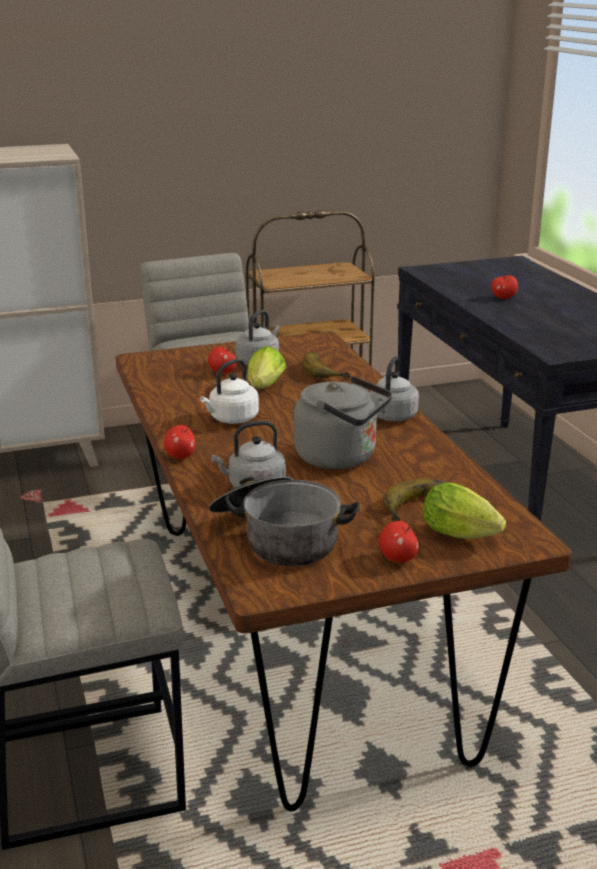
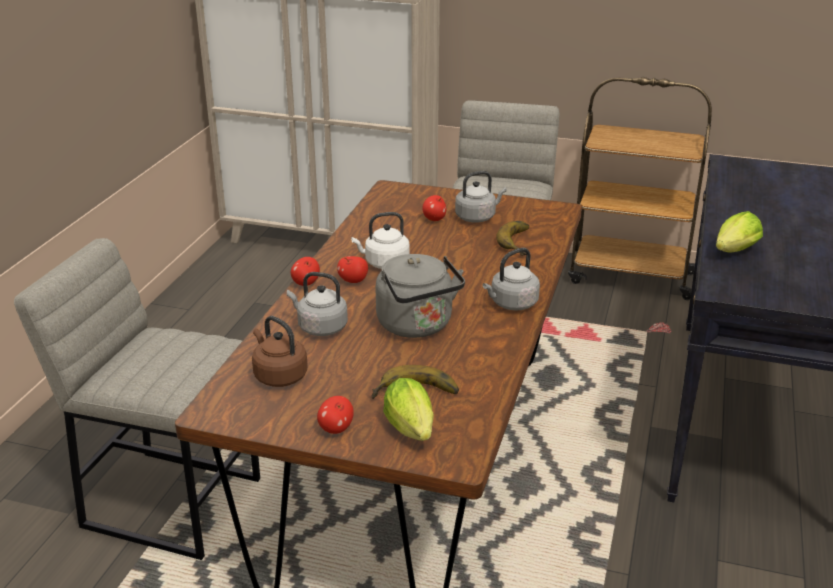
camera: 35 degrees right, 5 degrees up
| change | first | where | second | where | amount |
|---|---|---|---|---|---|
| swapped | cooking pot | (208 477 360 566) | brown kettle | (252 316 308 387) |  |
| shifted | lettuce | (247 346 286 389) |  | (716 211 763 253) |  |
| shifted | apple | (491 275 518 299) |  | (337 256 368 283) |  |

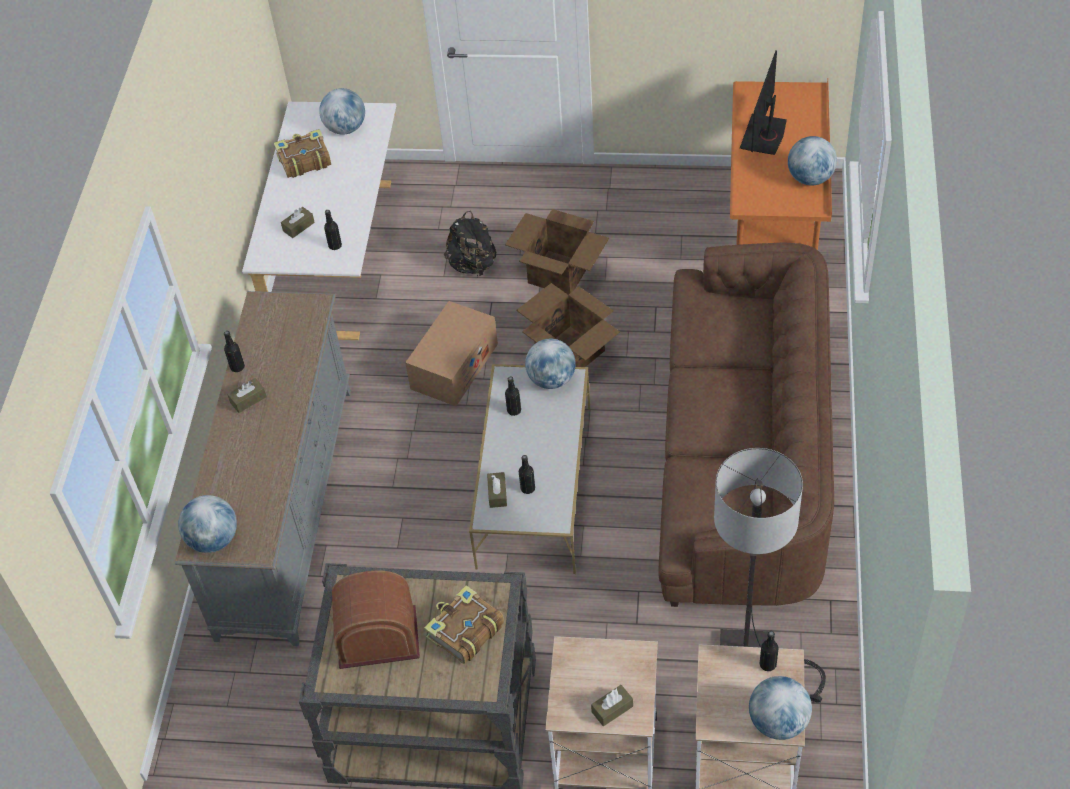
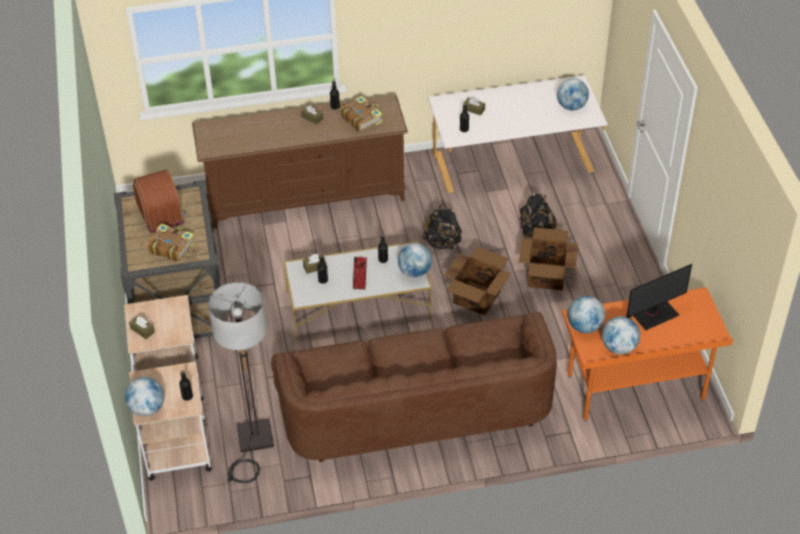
camera: 70 degrees right, 5 degrees down
| change | first | where | second | where | amount |
|---|---|---|---|---|---|
| repainted | grey cabinet | (175 291 351 646) | brown cabinet | (192 95 408 229) |  |
| shifted | globe | (178 495 237 553) |  | (567 296 605 333) |  |
| shifted | book | (274 129 331 178) |  | (340 96 383 132) |  |
| swapped | cardboard box | (405 301 498 406) | black backpack | (422 203 462 250) |  |
| rotated | monitor | (740 50 787 155) |  | (627 264 692 330) | 150 degrees clockwise |
| new |  |  | keyboard | (353 257 367 289) |  |

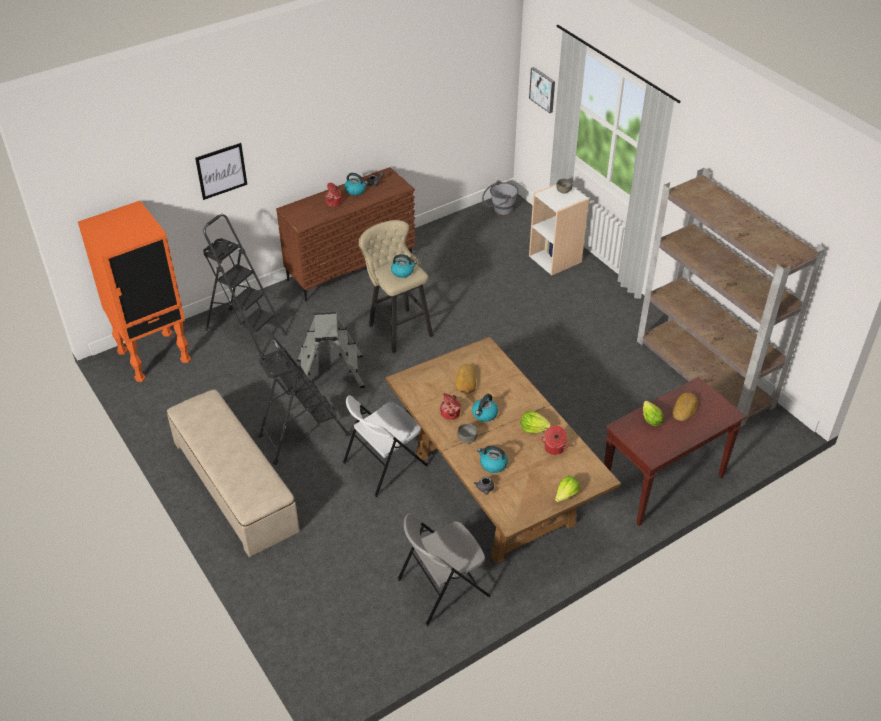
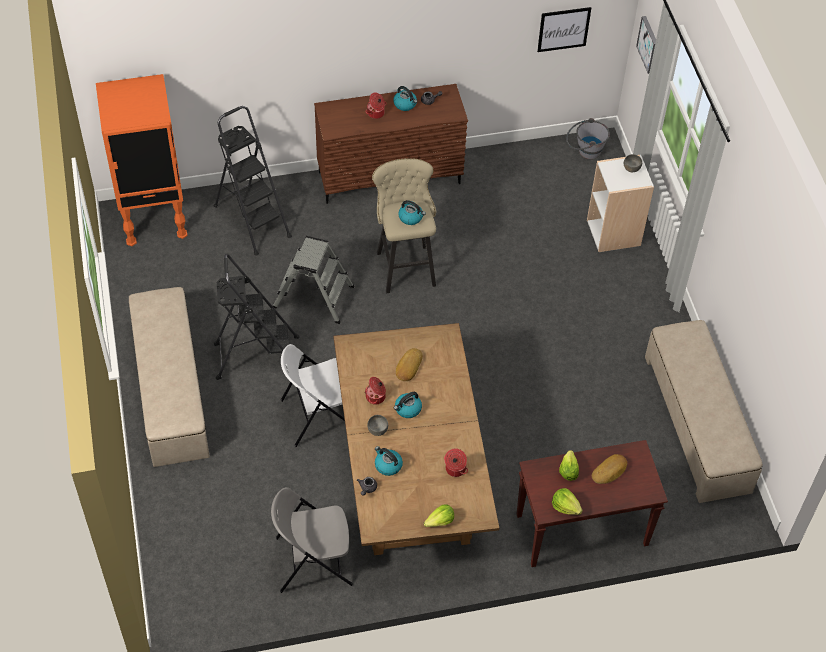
camera: 20 degrees right, 10 degrees up
| change | first | where | second | where | amount |
|---|---|---|---|---|---|
| shifted | picture | (195 143 247 200) |  | (537 7 591 52) |  |
| shifted | lettuce | (521 410 552 434) |  | (552 488 583 515) |  |
| swapped | brown bookcase | (637 168 825 426) | beige bench | (645 320 763 503) |  |

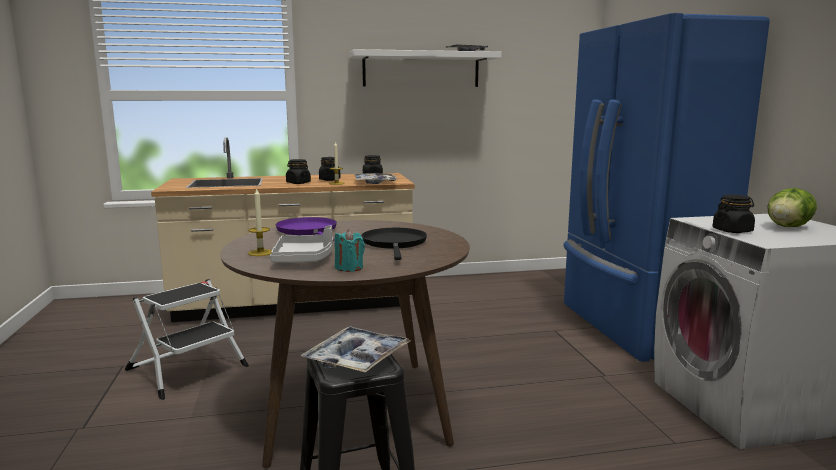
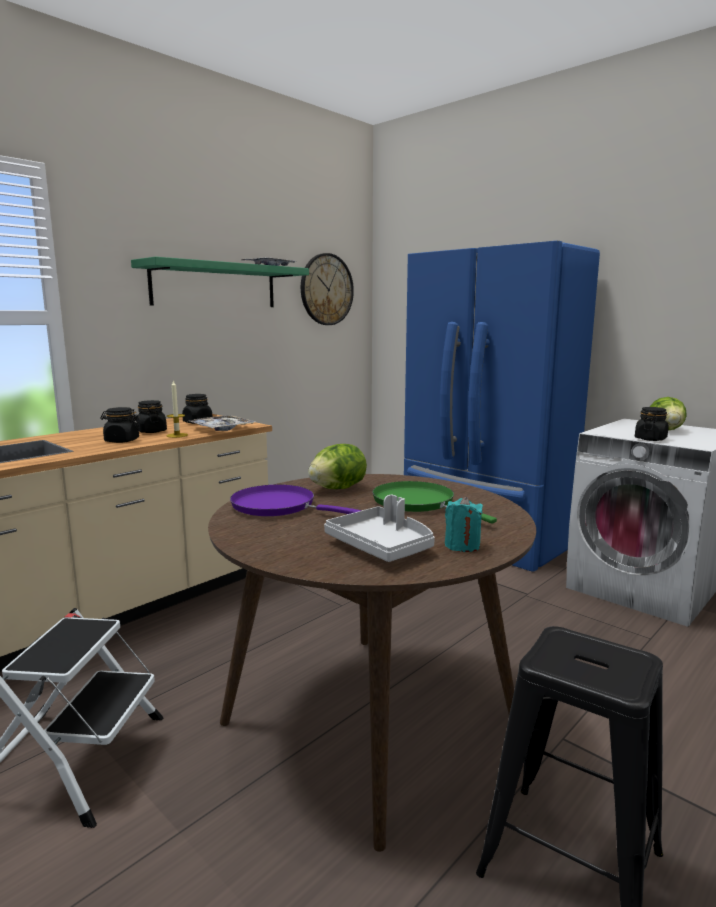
camera: 35 degrees left, 0 degrees up
| change | first | where | second | where | amount |
|---|---|---|---|---|---|
| gone | candle | (248 189 272 256) |  |  |  |
| gone | tray | (301 327 411 373) |  |  |  |
| repainted | white shelf | (350 49 502 87) | green shelf | (131 257 309 307) |  |
| repainted | black frying pan | (361 228 427 260) | green frying pan | (372 481 497 524) |  |
| new |  |  | wall clock | (301 253 354 325) |  |
| new |  |  | lettuce | (308 444 367 489) |  |

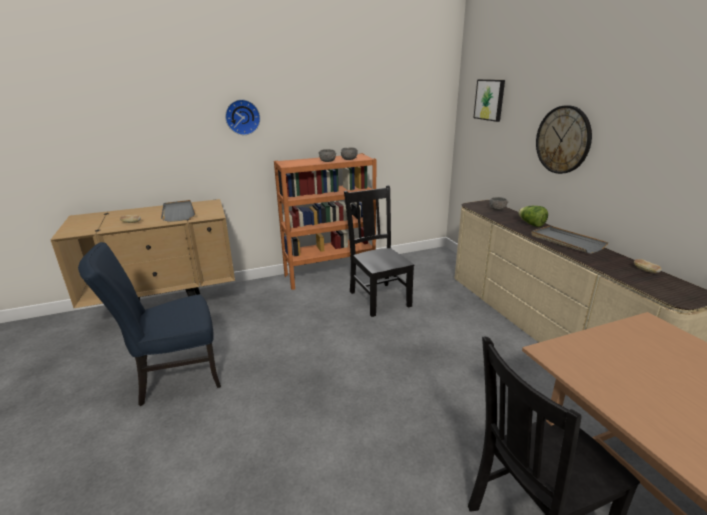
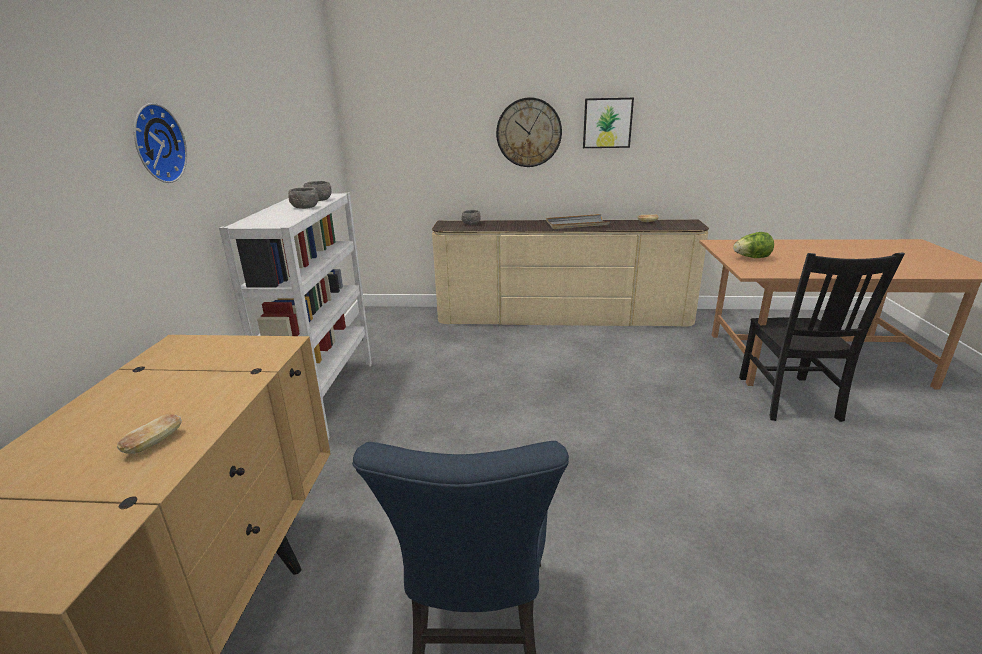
camera: 65 degrees left, 0 degrees up
| change | first | where | second | where | amount |
|---|---|---|---|---|---|
| gone | grey tray | (161 200 196 222) |  |  |  |
| repainted | orange bookcase | (274 153 377 290) | white bookcase | (219 193 372 439) |  |
| gone | black chair | (344 185 414 317) |  |  |  |
| shifted | picture | (474 79 505 122) |  | (583 97 634 148) |  |
| shifted | lettuce | (518 206 548 227) |  | (733 232 774 258) |  |

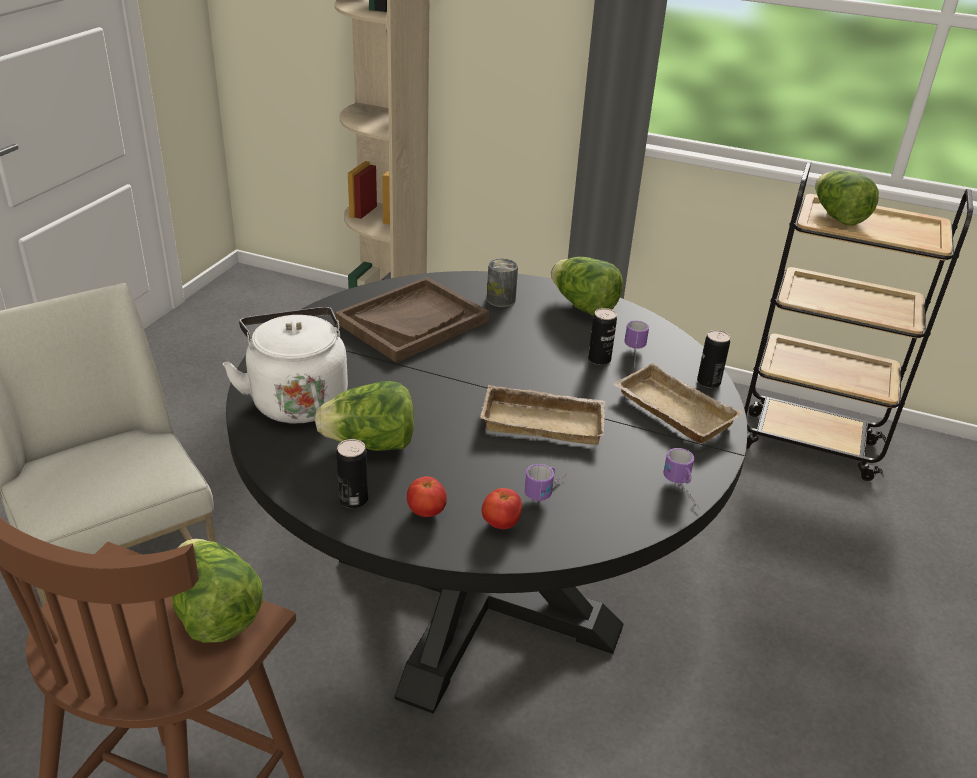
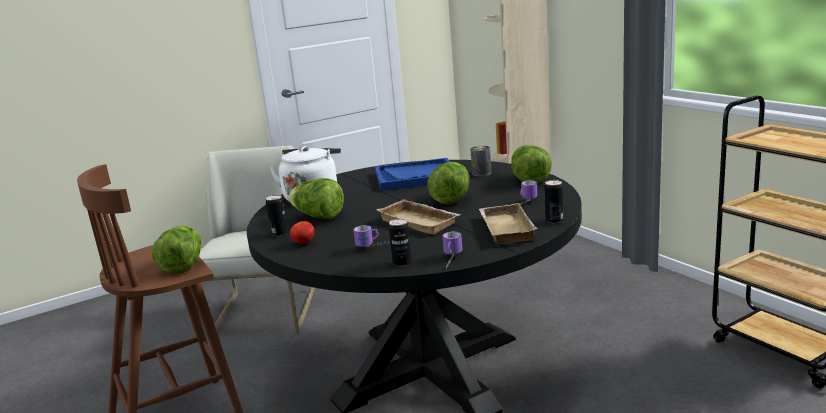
camera: 40 degrees right, 15 degrees down
| change | first | where | second | where | amount |
|---|---|---|---|---|---|
| repainted | brown tray | (335 277 489 363) | blue tray | (375 158 450 191) |  |
| gone | tomato | (482 488 522 529) |  |  |  |
| shifted | can | (588 308 617 365) |  | (389 219 412 267) |  |
| shifted | lettuce | (815 170 879 226) |  | (427 162 470 205) |  |

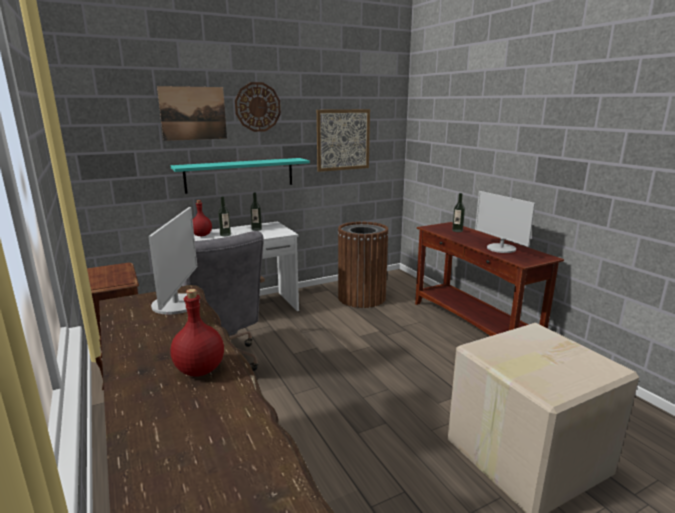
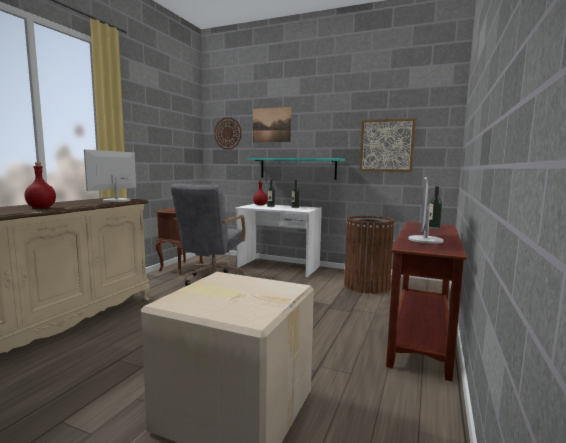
camera: 50 degrees right, 10 degrees down
| change | first | where | second | where | amount |
|---|---|---|---|---|---|
| rotated | monitor | (148 207 200 315) |  | (84 150 136 202) | 150 degrees clockwise |
| shifted | wall clock | (235 82 281 132) |  | (214 117 241 149) |  |

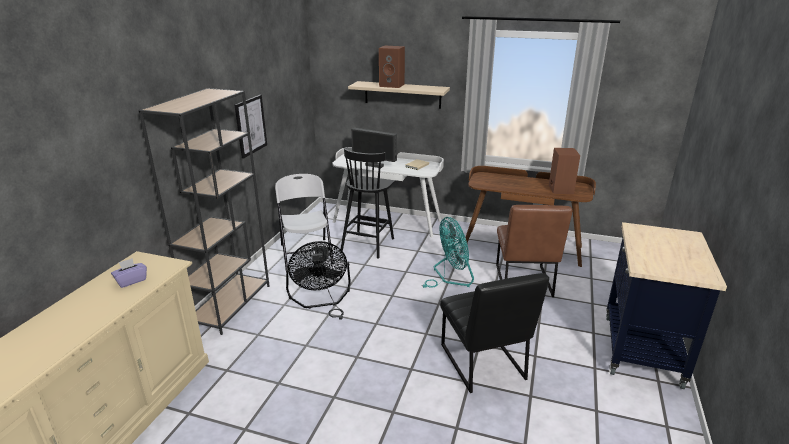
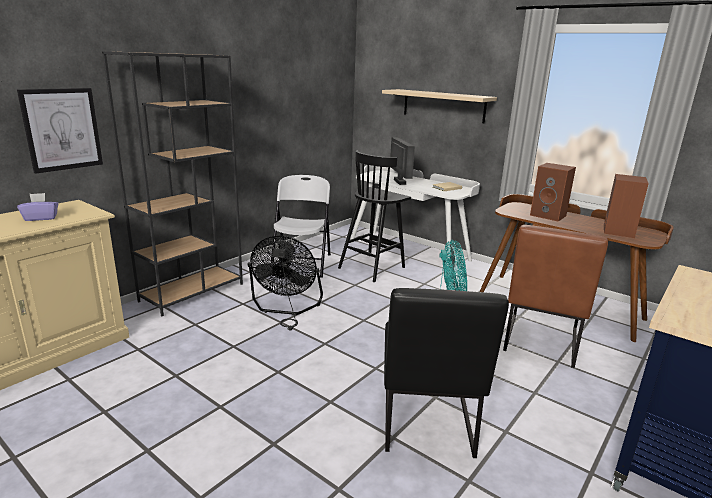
camera: 20 degrees right, 5 degrees down
| change | first | where | second | where | amount |
|---|---|---|---|---|---|
| shifted | picture | (235 95 267 159) |  | (17 88 103 174) |  |
| rotated | monitor | (351 128 397 168) |  | (390 137 415 185) | 150 degrees counterclockwise |
| shifted | brown speaker | (379 46 405 88) |  | (530 163 576 221) |  |

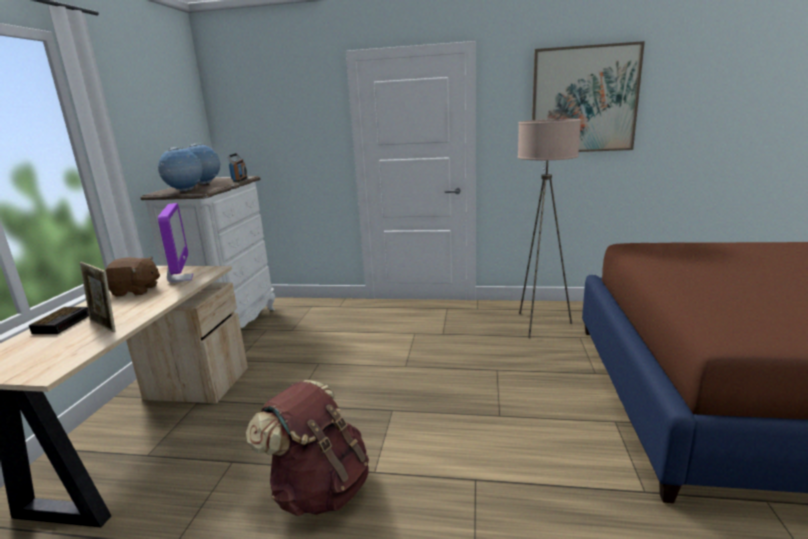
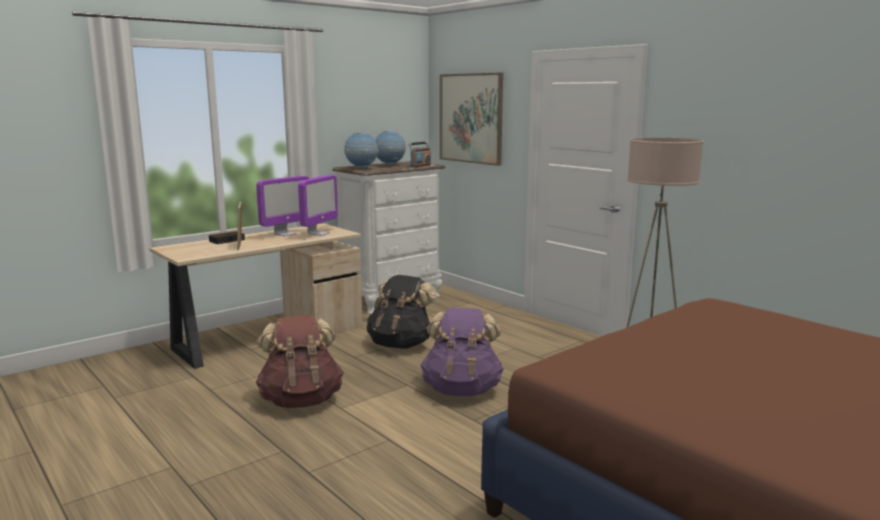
camera: 40 degrees right, 5 degrees down
| change | first | where | second | where | amount |
|---|---|---|---|---|---|
| swapped | brown plush toy | (105 257 160 297) | monitor | (256 176 309 237) |  |
| shifted | picture | (532 41 645 152) |  | (440 73 503 166) |  |
| new |  |  | black backpack | (367 275 437 349) |  |
| new |  |  | purple backpack | (421 308 504 396) |  |

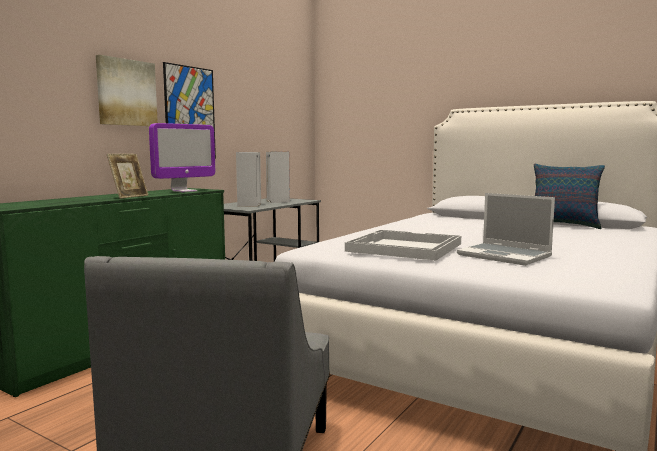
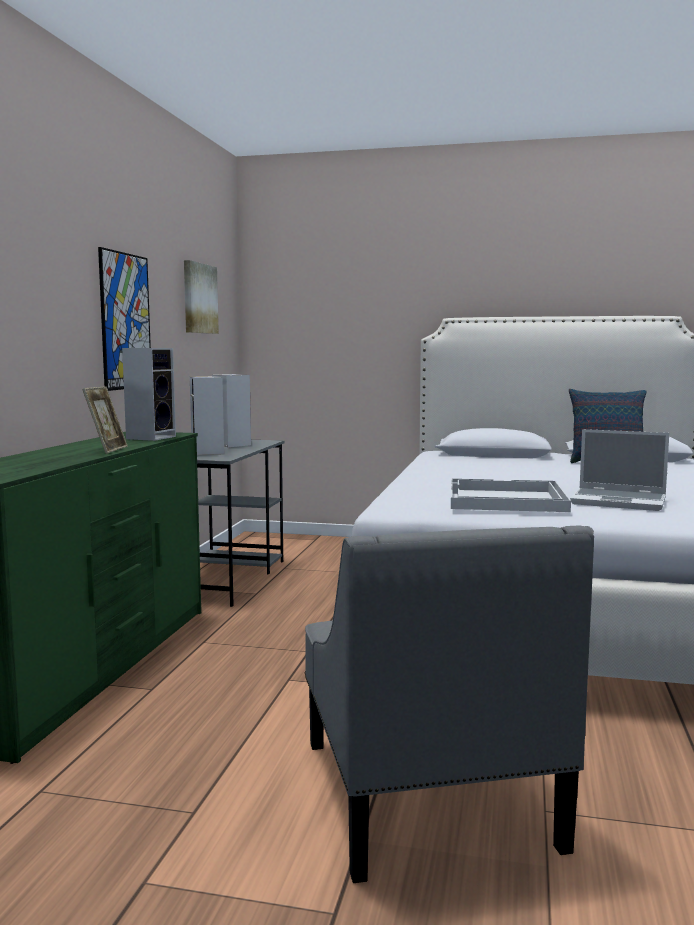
camera: 20 degrees left, 0 degrees up
| change | first | where | second | where | amount |
|---|---|---|---|---|---|
| shifted | picture | (96 55 158 126) |  | (184 260 219 334) |  |
| swapped | monitor | (149 123 215 192) | speaker | (122 348 176 441) |  |

